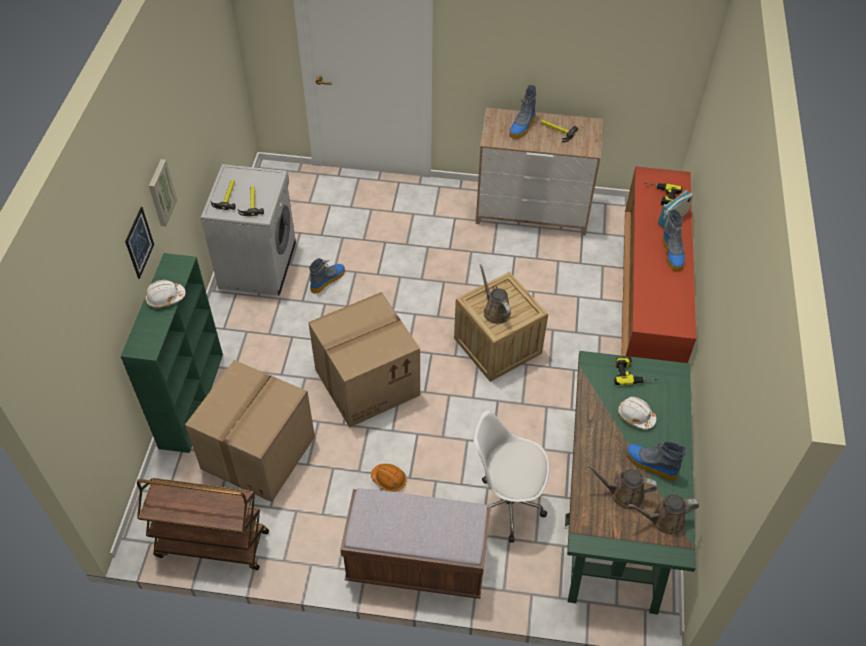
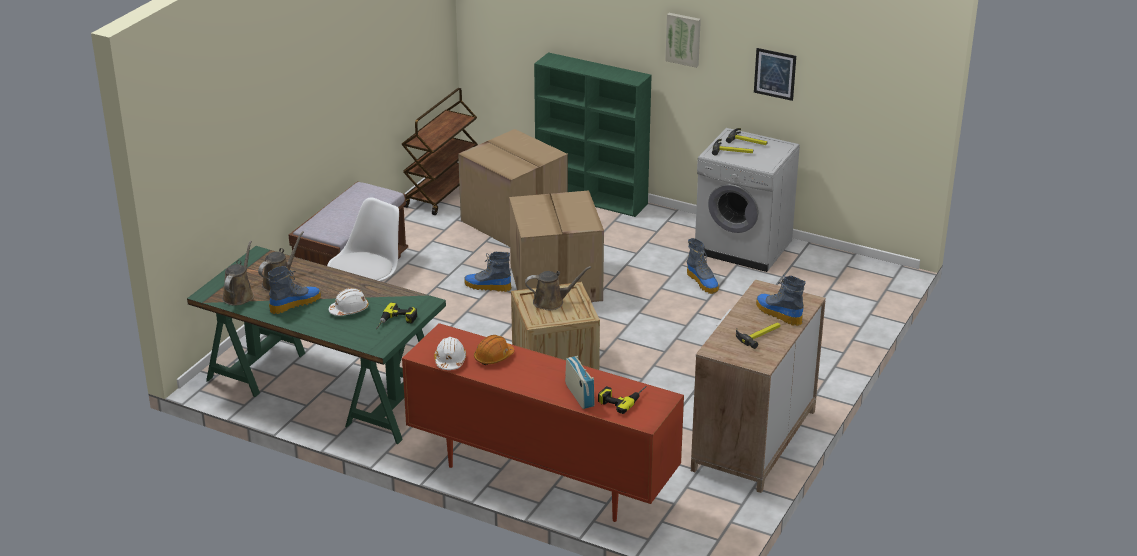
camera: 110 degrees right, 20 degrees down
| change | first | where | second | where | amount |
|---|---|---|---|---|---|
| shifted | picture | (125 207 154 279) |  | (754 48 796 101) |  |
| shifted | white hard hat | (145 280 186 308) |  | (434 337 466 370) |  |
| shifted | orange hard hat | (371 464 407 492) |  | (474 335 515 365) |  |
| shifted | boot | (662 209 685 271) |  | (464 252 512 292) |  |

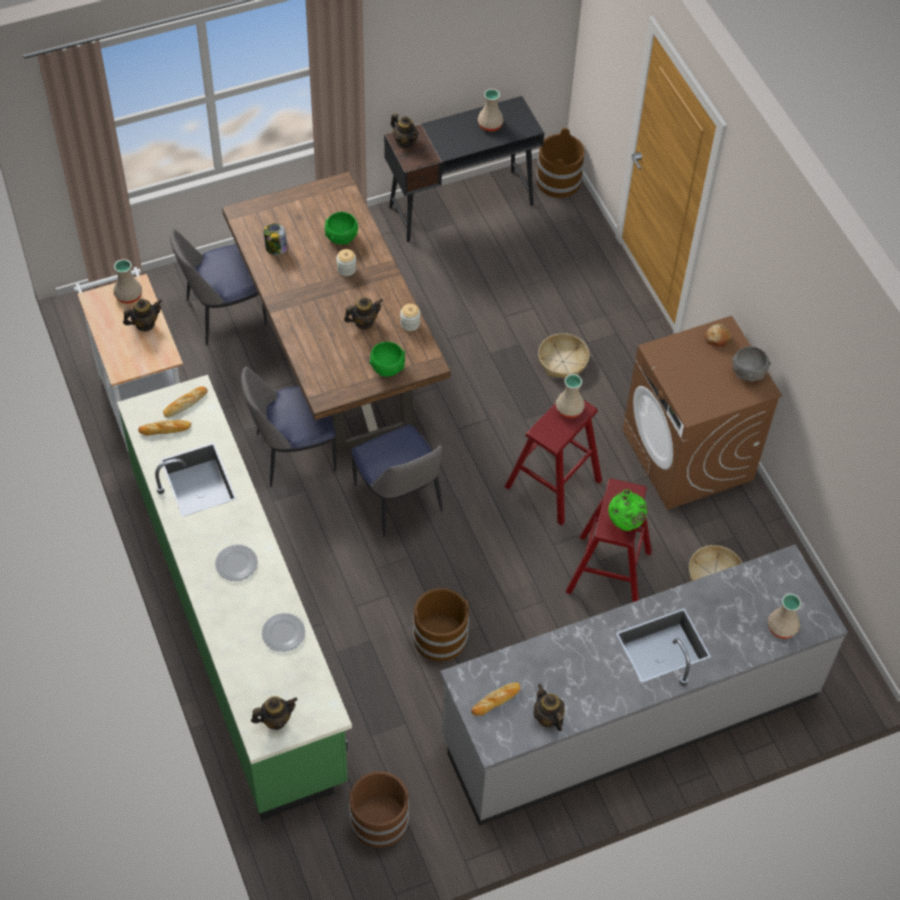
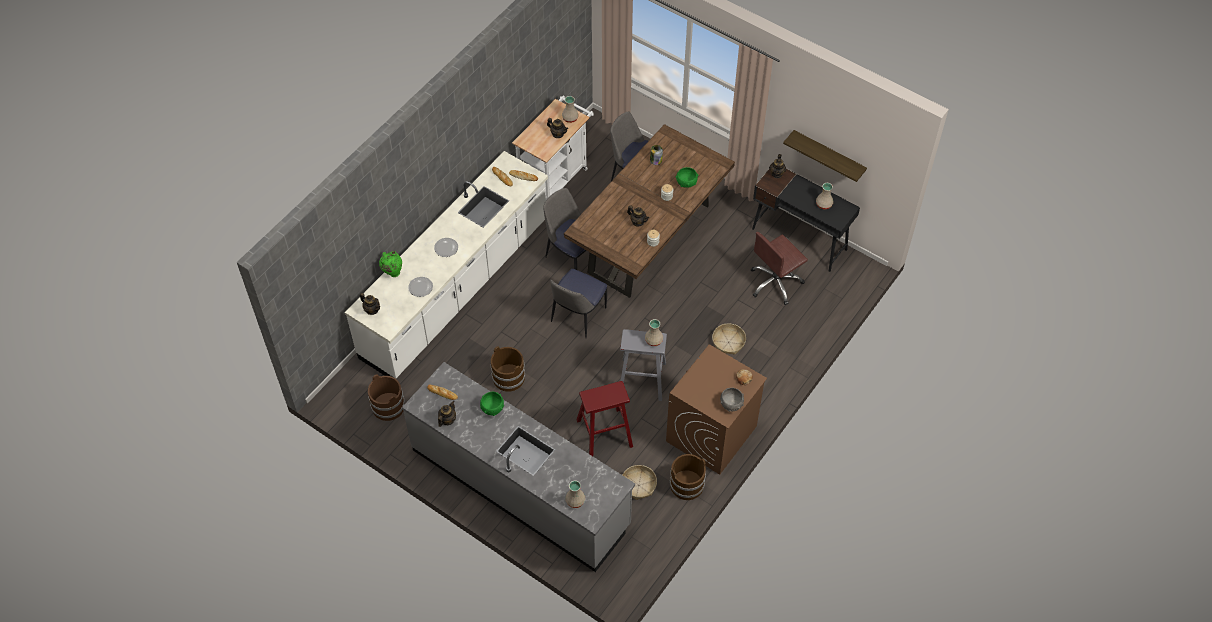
camera: 60 degrees right, 0 degrees up
| change | first | where | second | where | amount |
|---|---|---|---|---|---|
| repainted | green counter | (117 375 352 820) | white counter | (345 151 548 378) |  |
| shifted | green bowl | (369 342 405 377) |  | (480 391 504 416) |  |
| repainted | red stool | (505 400 602 526) | grey stool | (620 329 667 401) |  |
| shifted | brown bucket | (536 128 585 198) |  | (670 454 706 500) |  |
| shifted | green vase | (608 489 647 531) |  | (379 251 402 277) |  |
| new |  |  | brown office chair | (751 232 808 305) |  |
| new |  |  | shelf | (783 130 867 182) |  |

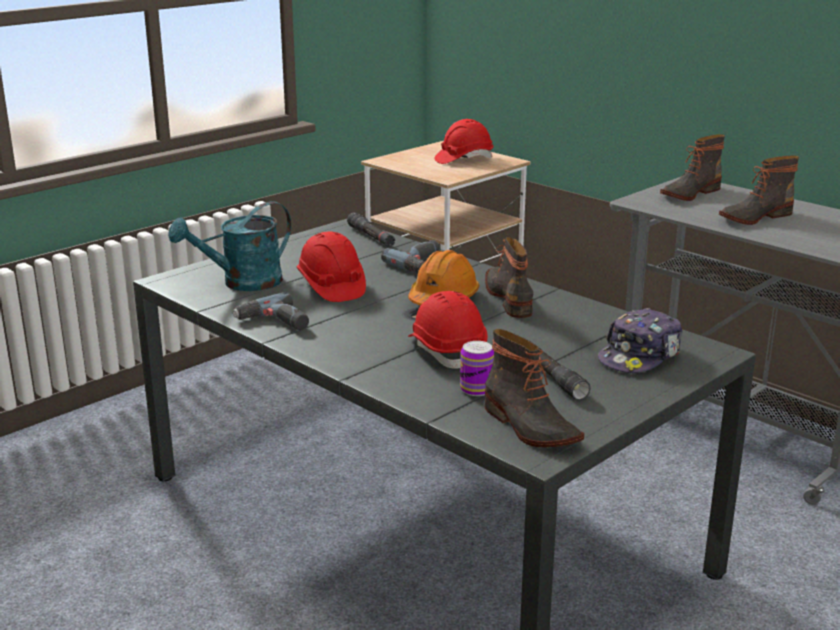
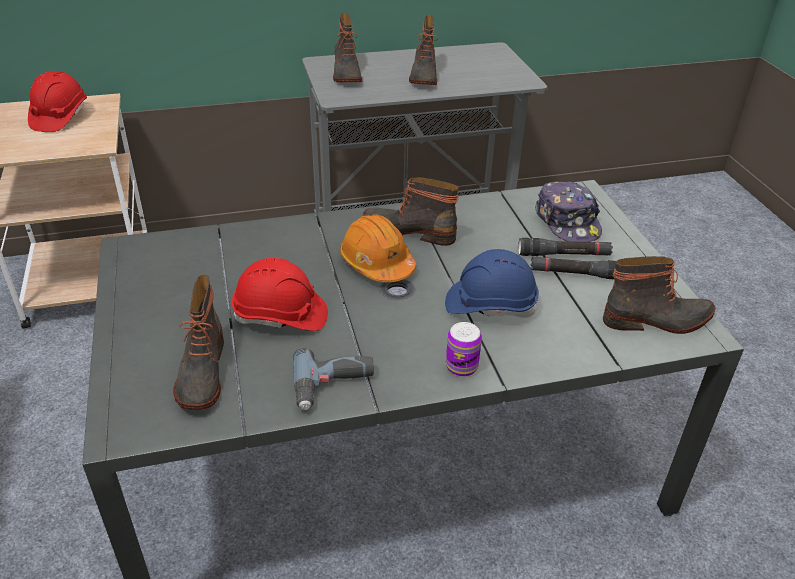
camera: 60 degrees left, 15 degrees up
| change | first | where | second | where | amount |
|---|---|---|---|---|---|
| swapped | turquoise watering can | (168 201 291 291) | boot | (173 275 224 410) |  |
| shifted | black flashlight | (347 212 395 247) |  | (518 238 613 256) |  |
| gone | power drill | (381 240 440 273) |  |  |  |
| repainted | red hard hat | (408 291 488 369) | blue hard hat | (445 249 539 318) |  |
| shifted | can | (460 341 494 396) |  | (446 322 482 377) |  |

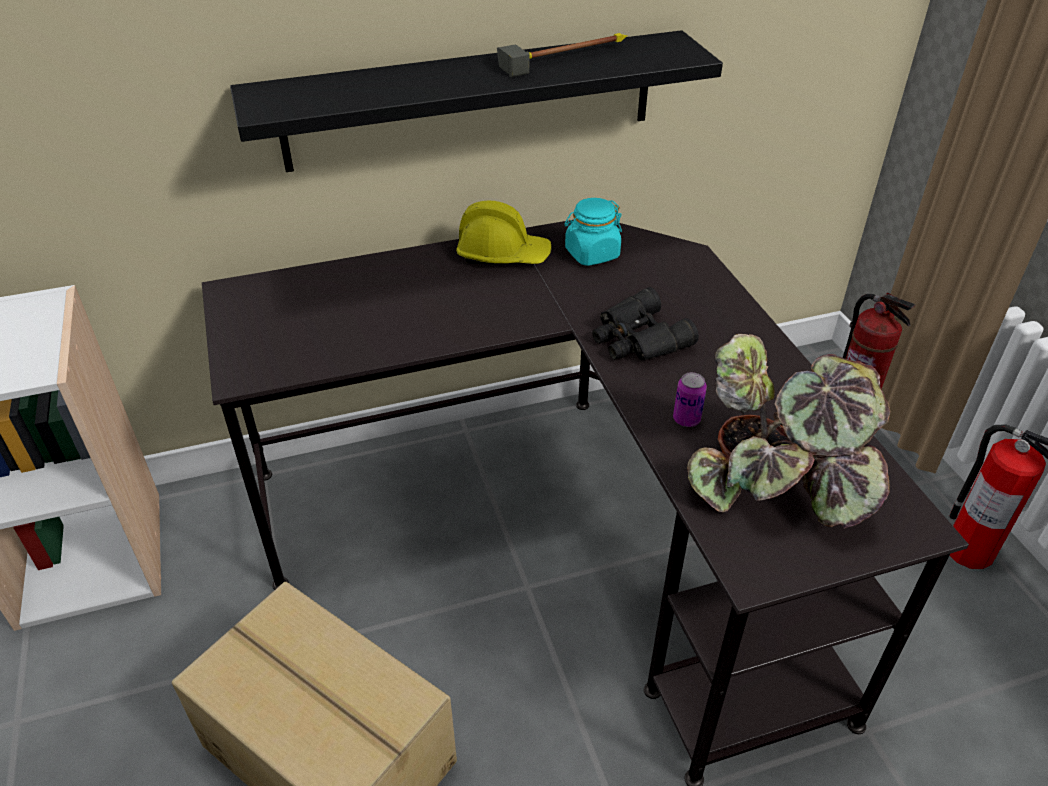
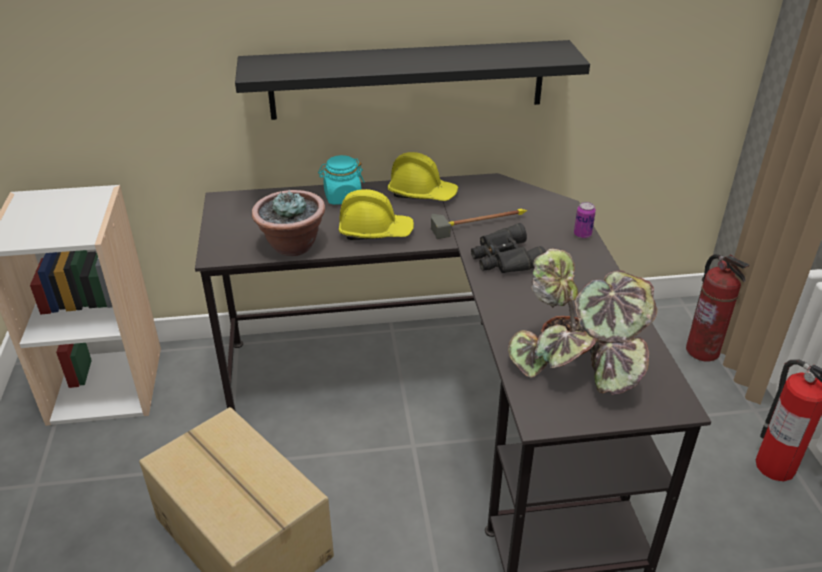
camera: 10 degrees right, 5 degrees down
| change | first | where | second | where | amount |
|---|---|---|---|---|---|
| shifted | hammer | (497 33 627 77) |  | (431 208 528 239) |  |
| shifted | turquoise jar | (564 198 622 266) |  | (318 155 365 205) |  |
| shifted | can | (673 372 707 427) |  | (574 202 596 238) |  |
| new |  |  | potted plant | (252 190 325 256) |  |
| new |  |  | yellow hard hat | (339 189 414 240) |  |

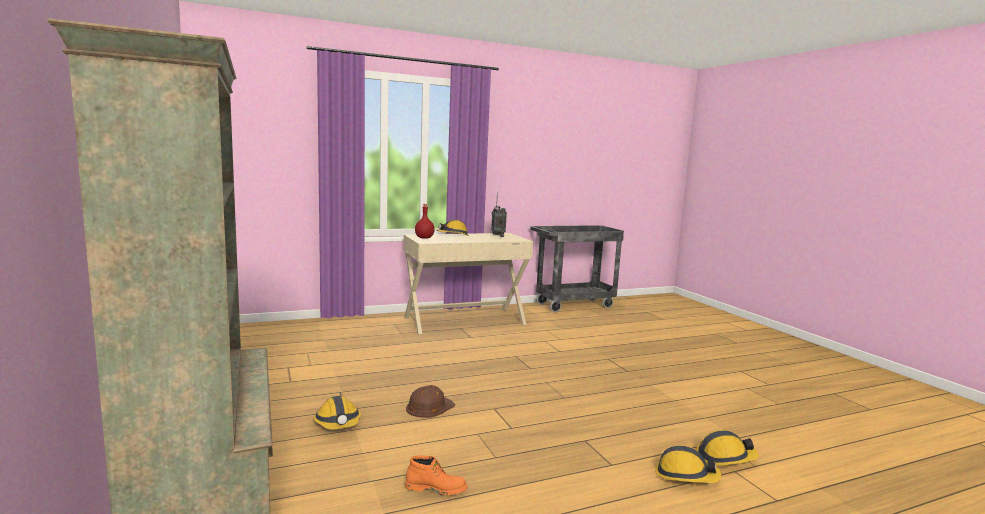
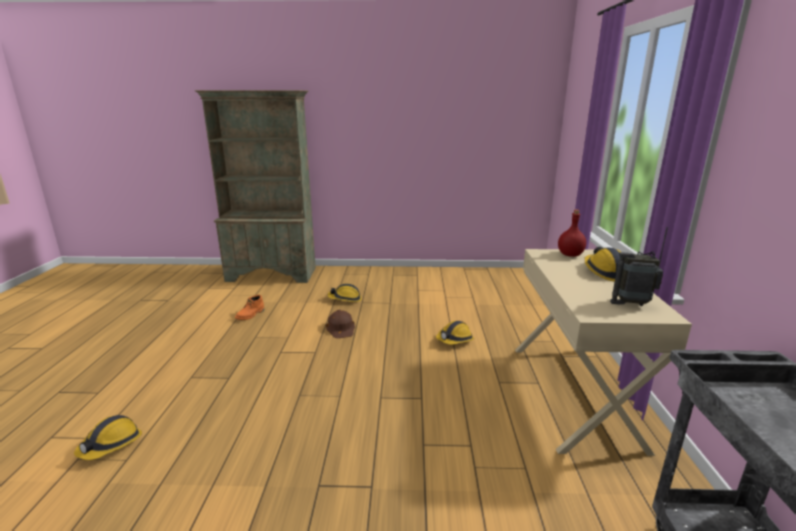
camera: 115 degrees right, 10 degrees up
| change | first | where | second | where | amount |
|---|---|---|---|---|---|
| shifted | hard hat | (655 445 722 483) |  | (436 321 474 345) |  |

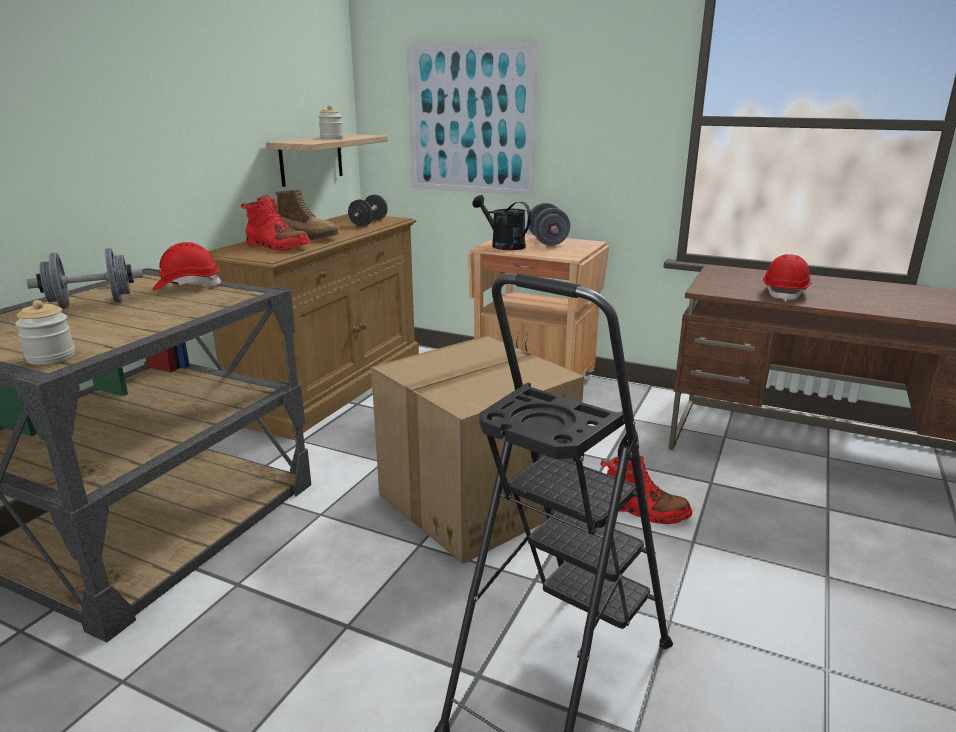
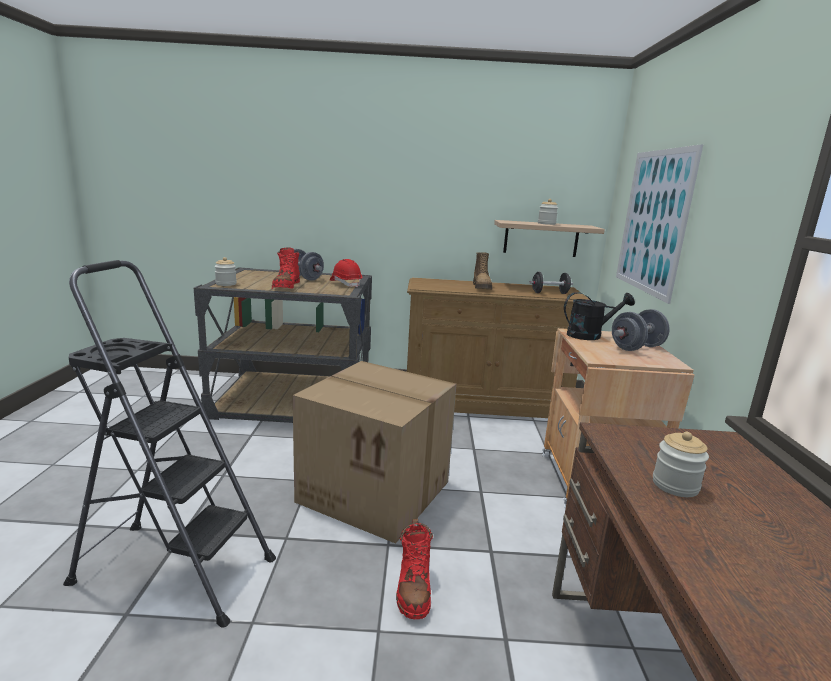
camera: 65 degrees right, 5 degrees down
| change | first | where | second | where | amount |
|---|---|---|---|---|---|
| shifted | red boot | (241 194 311 251) |  | (272 248 300 289) |  |
| rotated | black watering can | (472 195 531 250) |  | (564 292 635 340) | 60 degrees clockwise |
| swapped | red hard hat | (763 254 812 302) | jar | (653 432 709 497) |  |

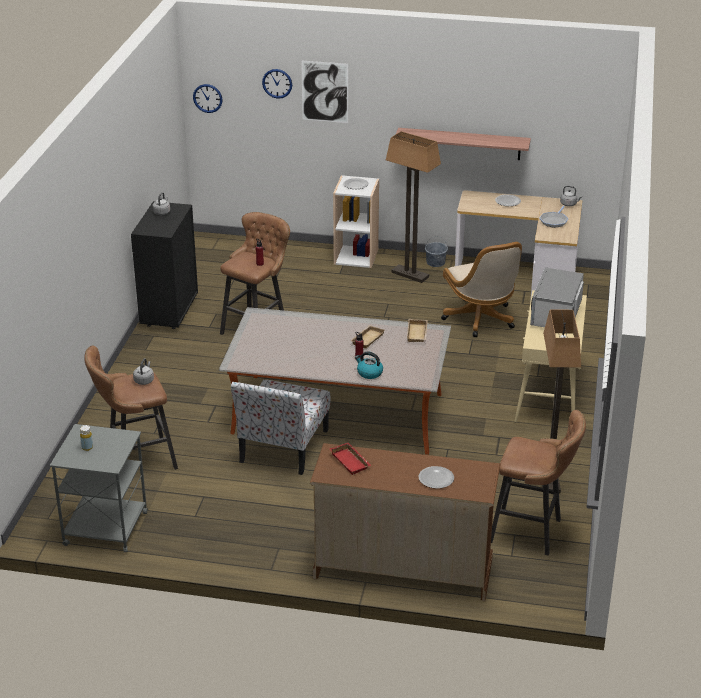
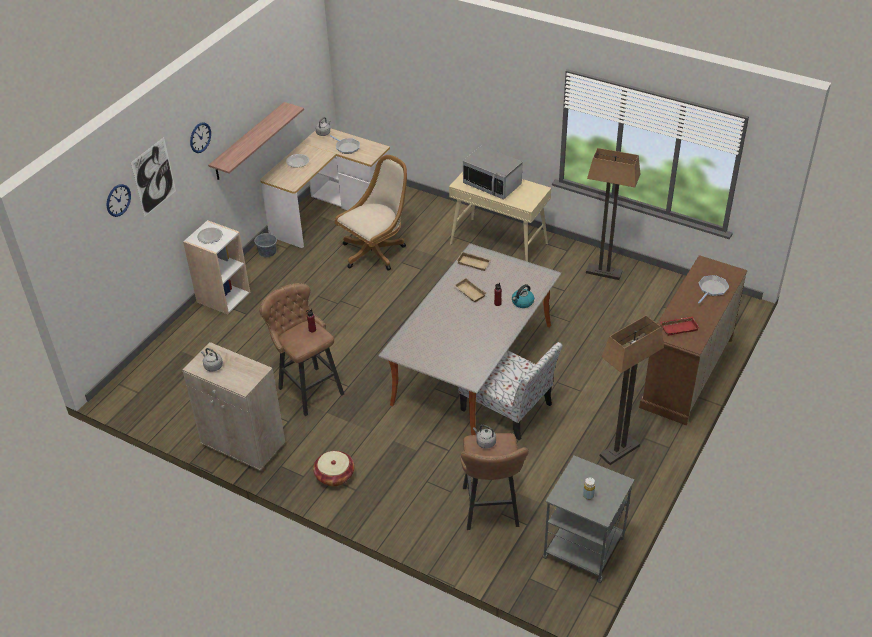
camera: 70 degrees left, 10 degrees up
| change | first | where | second | where | amount |
|---|---|---|---|---|---|
| repainted | black cabinet | (131 201 198 329) | beige cabinet | (182 342 285 471) |  |
| shifted | wall clock | (193 84 223 113) |  | (190 122 211 153) |  |
| shifted | floor lamp | (386 131 441 283) |  | (600 316 664 465) |  |
| swapped | plate | (418 466 454 488) | frying pan | (698 275 729 304) |  |
| rotated | office chair | (441 242 522 337) |  | (335 155 407 271) | 45 degrees counterclockwise |
| gone | brown stool | (491 410 586 556) |  |  |  |
| new |  |  | basket | (313 451 354 486) |  |

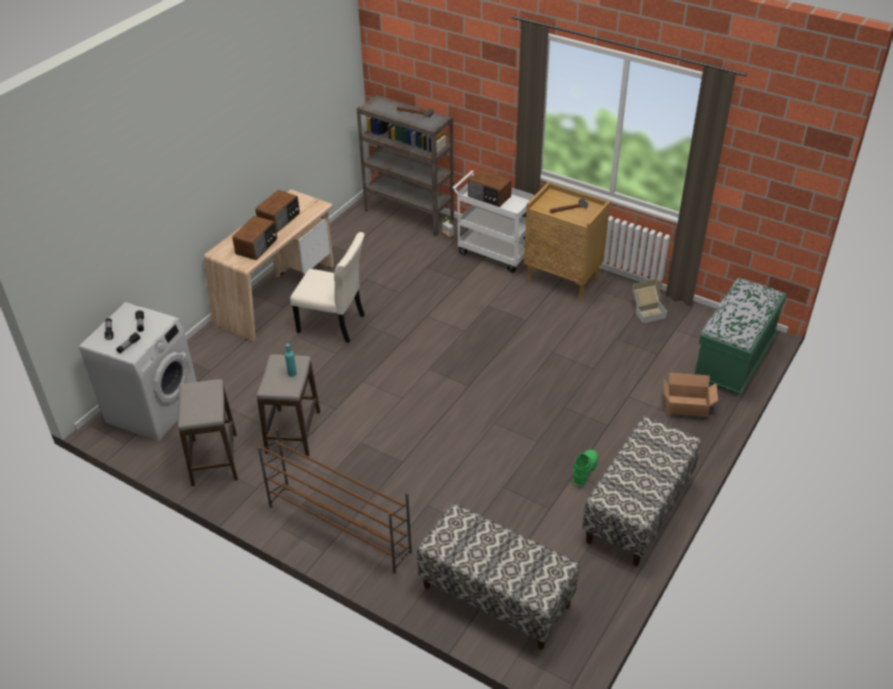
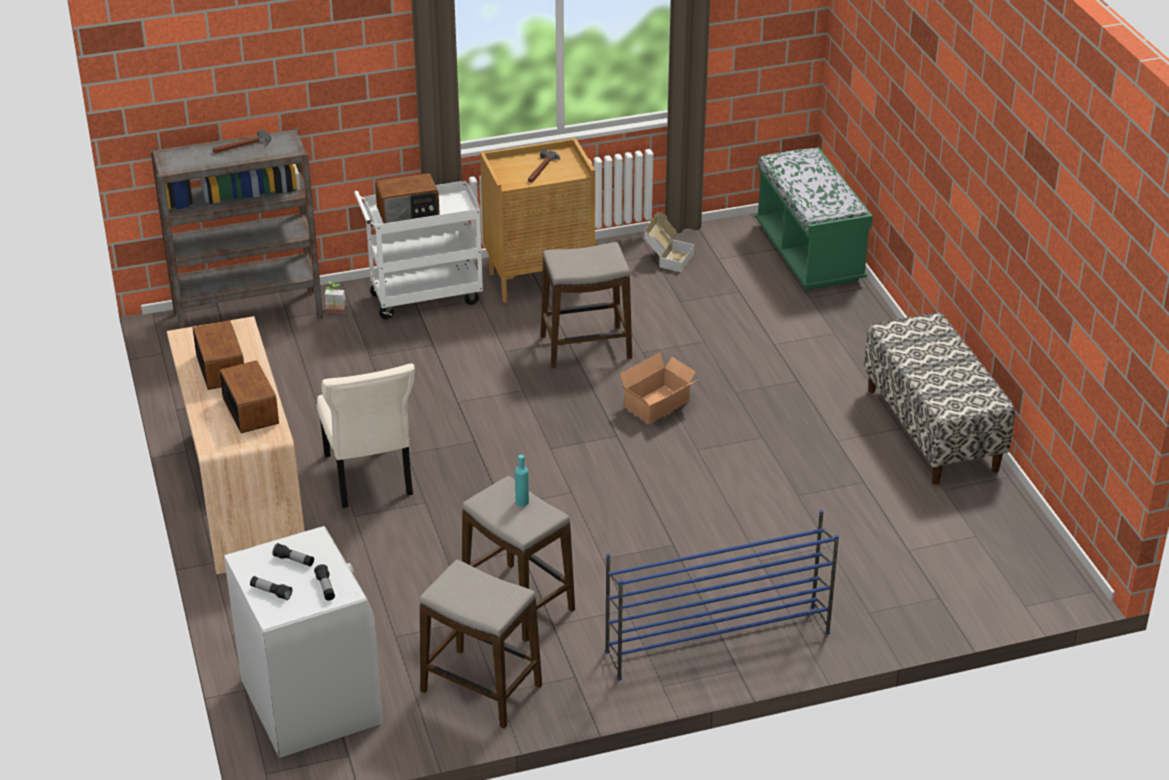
camera: 50 degrees left, 5 degrees down
| change | first | where | second | where | amount |
|---|---|---|---|---|---|
| repainted | brown shoe rack | (258 429 412 574) | blue shoe rack | (605 510 839 680) |  |
| rotated | beige chair | (290 232 365 343) |  | (317 363 415 508) | 105 degrees clockwise |
| gone | bench | (417 504 579 650) |  |  |  |
| gone | green boot | (573 450 598 486) |  |  |  |
| shifted | cardboard box | (664 373 718 417) |  | (620 352 699 424) |  |
| new |  |  | stool | (541 242 632 369) |  |

